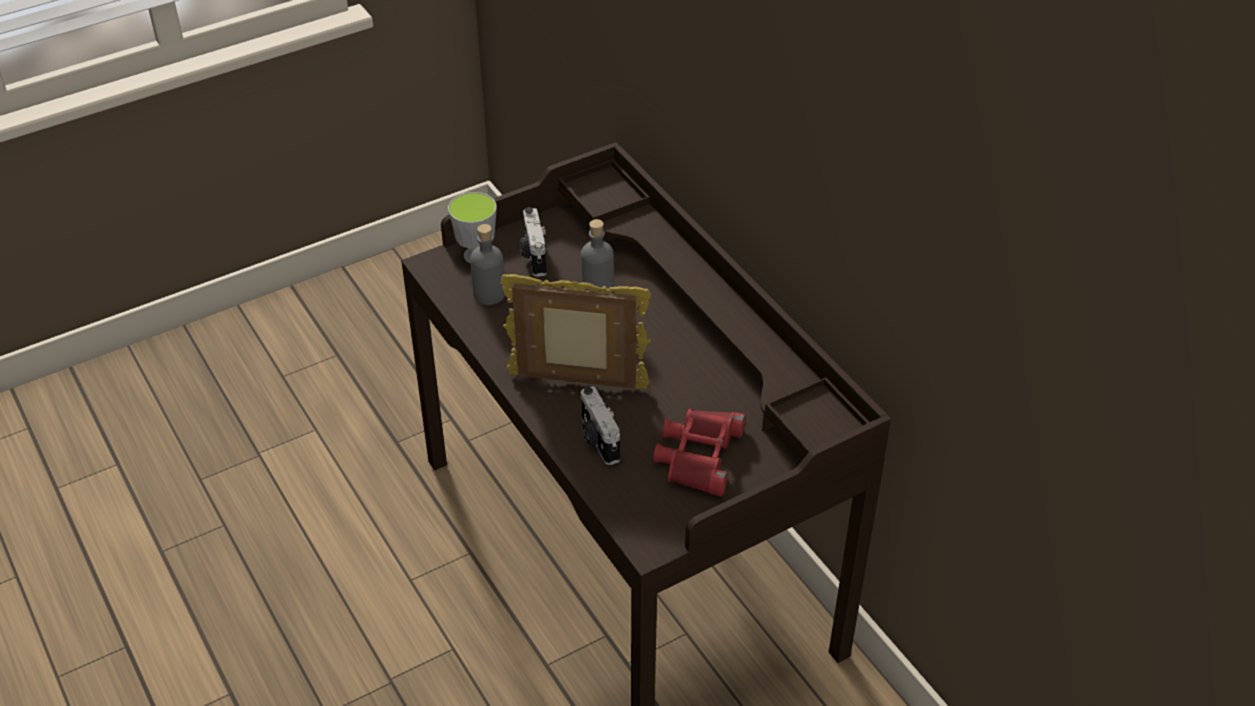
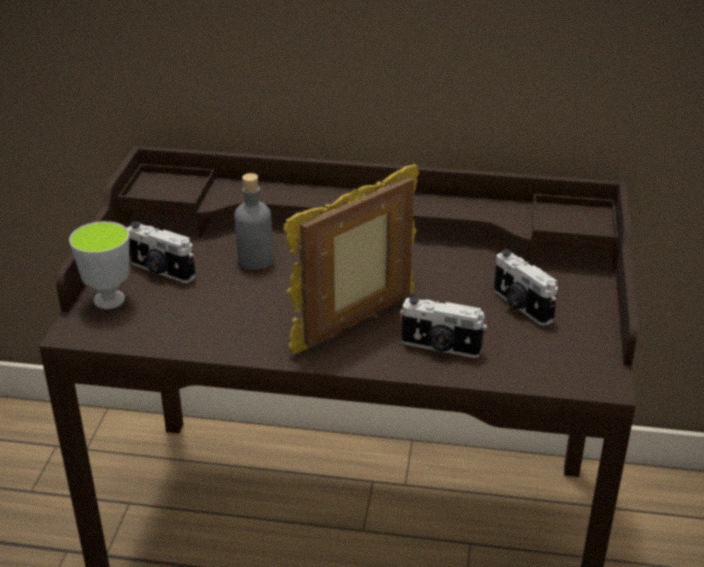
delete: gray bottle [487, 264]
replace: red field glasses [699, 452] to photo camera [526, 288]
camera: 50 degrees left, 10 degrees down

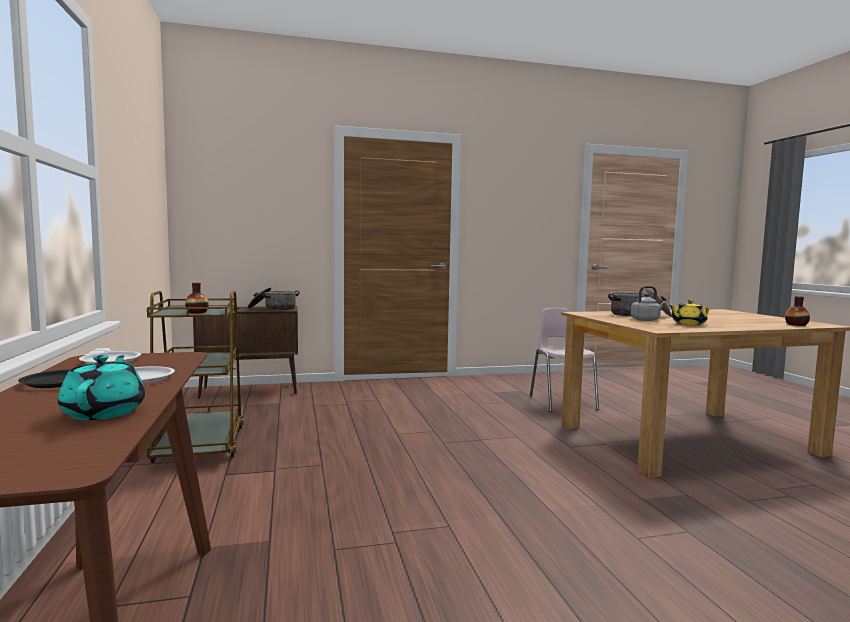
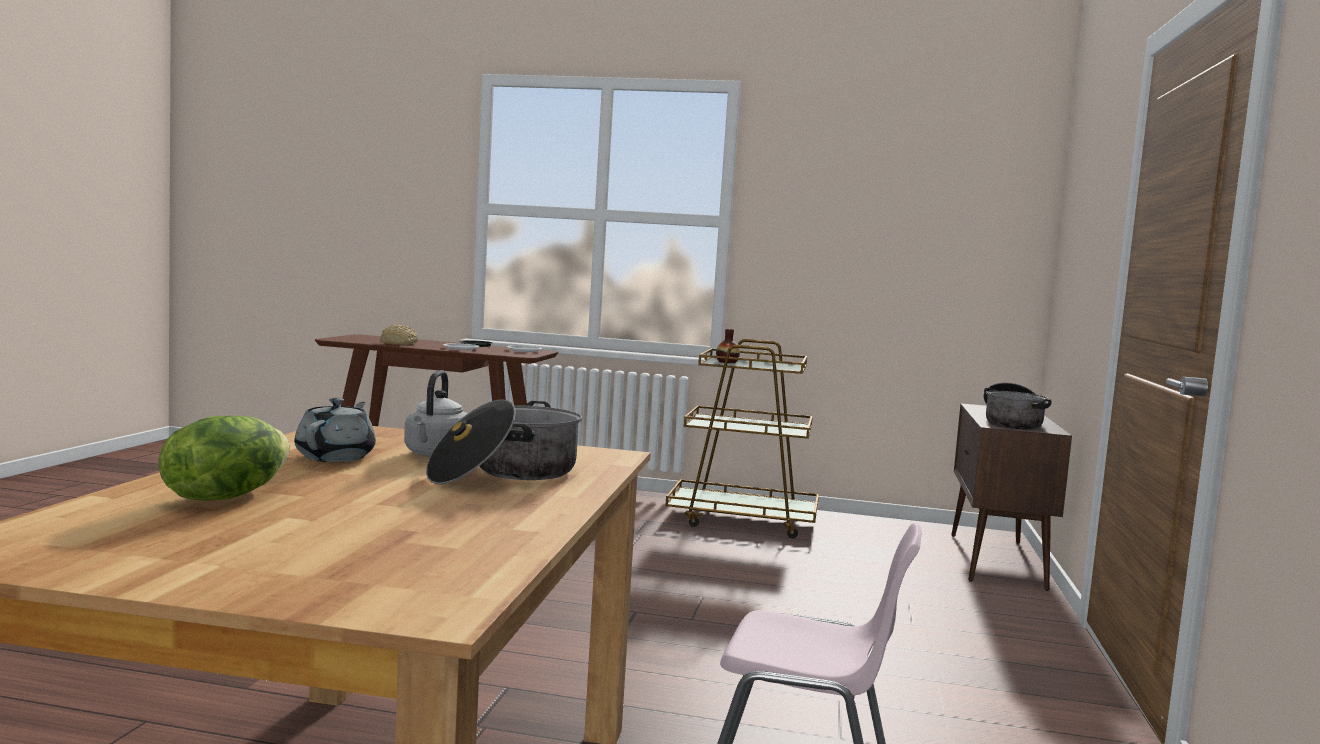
delete: vase [797, 311]
insert: lettuce head [224, 458]
replace: blue-green teapot [101, 387] to bread [399, 334]
recolor: yellow teapot [689, 312] to gray teapot [335, 430]
camera: 115 degrees right, 0 degrees up

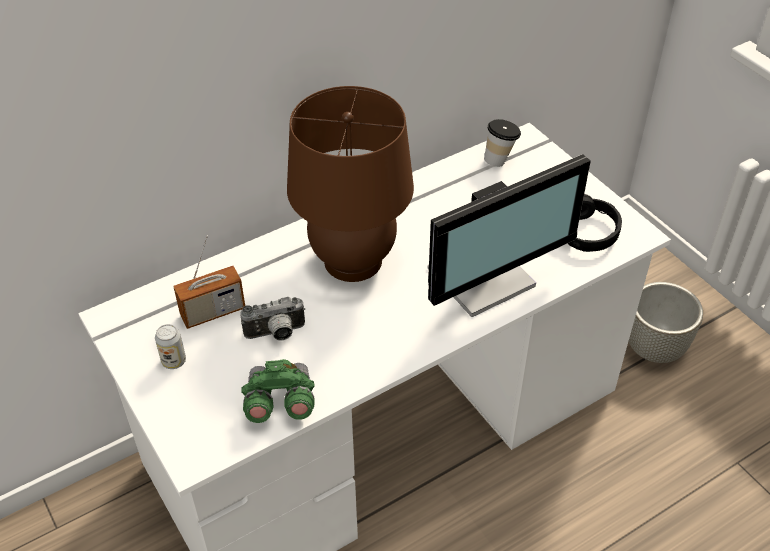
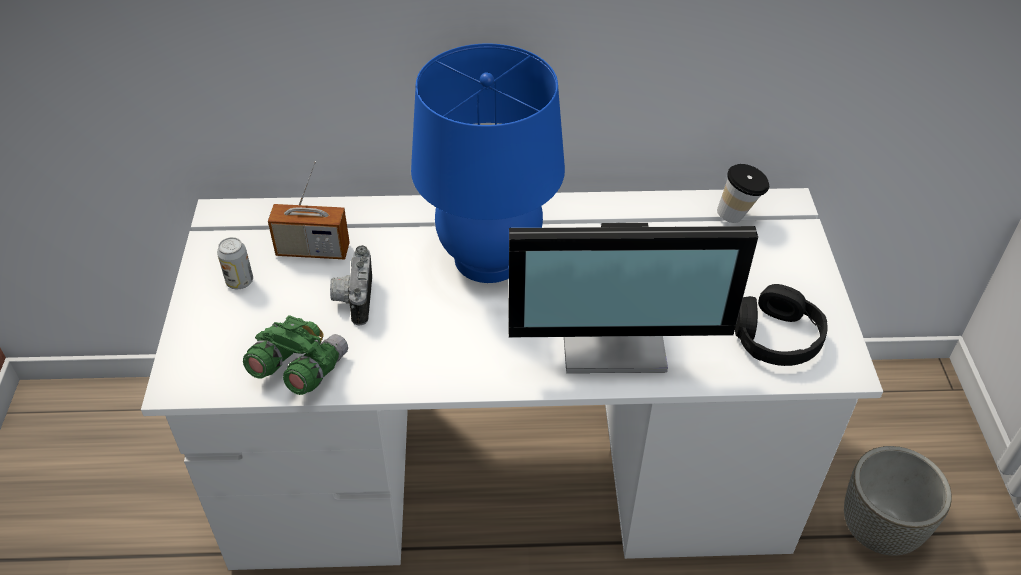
recolor: brown table lamp [350, 184] to blue table lamp [488, 163]
rotate: photo camera [272, 319] = [351, 285] 75 degrees clockwise
camera: 30 degrees right, 0 degrees up

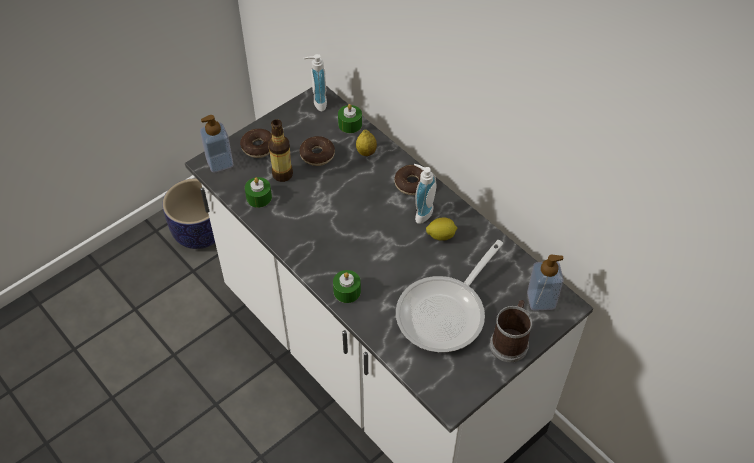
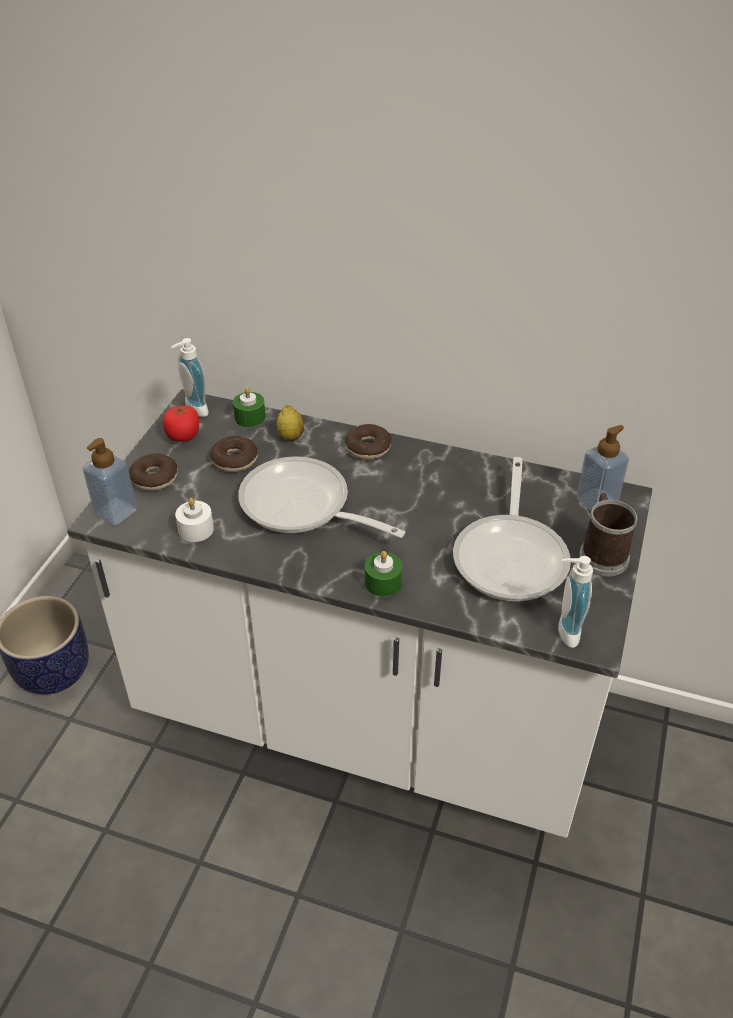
delete: bottle [280, 150]; citrus fruit [441, 229]
insert: fresh tomato [181, 423]; frying pan [321, 497]
move: soap bottle [425, 194] to [575, 602]
recolor: green candle [258, 192] to white-coloured candle [194, 520]
camera: 30 degrees left, 10 degrees down

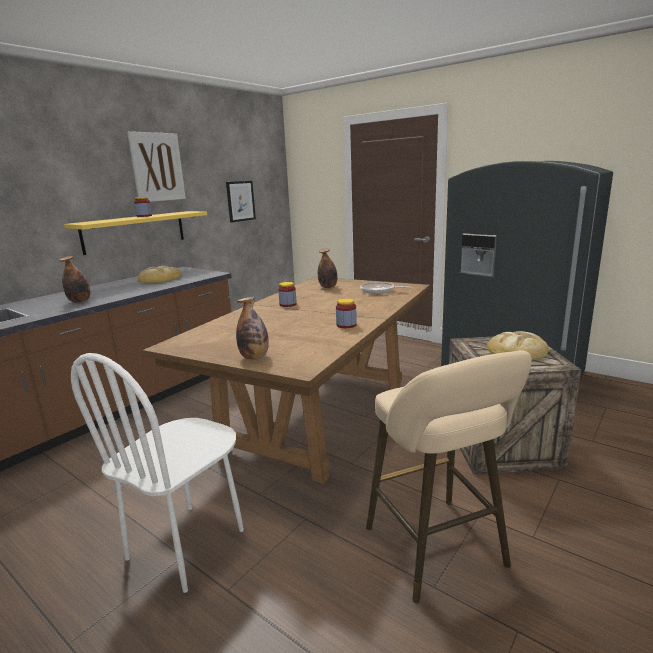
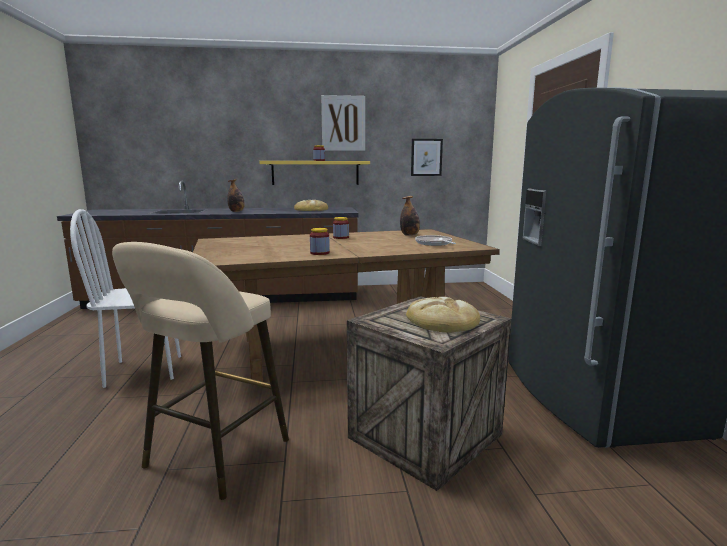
delete: bottle [252, 328]
camera: 45 degrees right, 5 degrees down

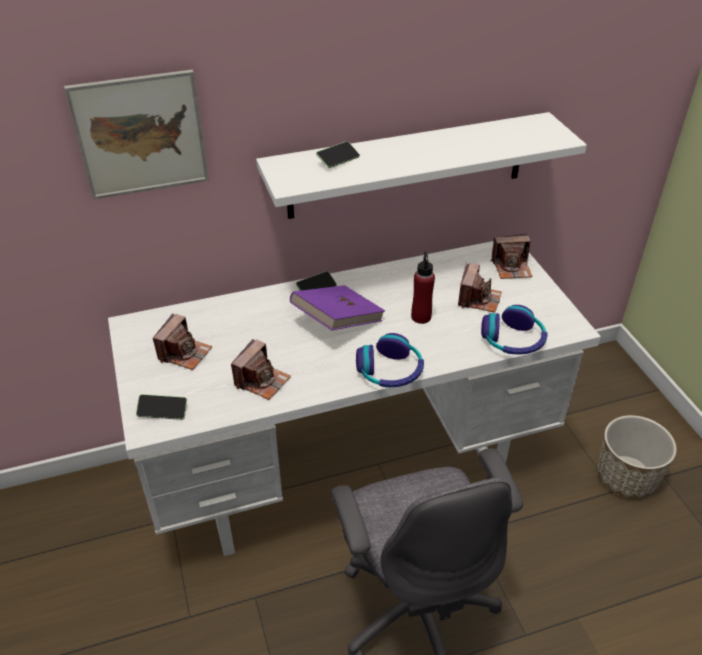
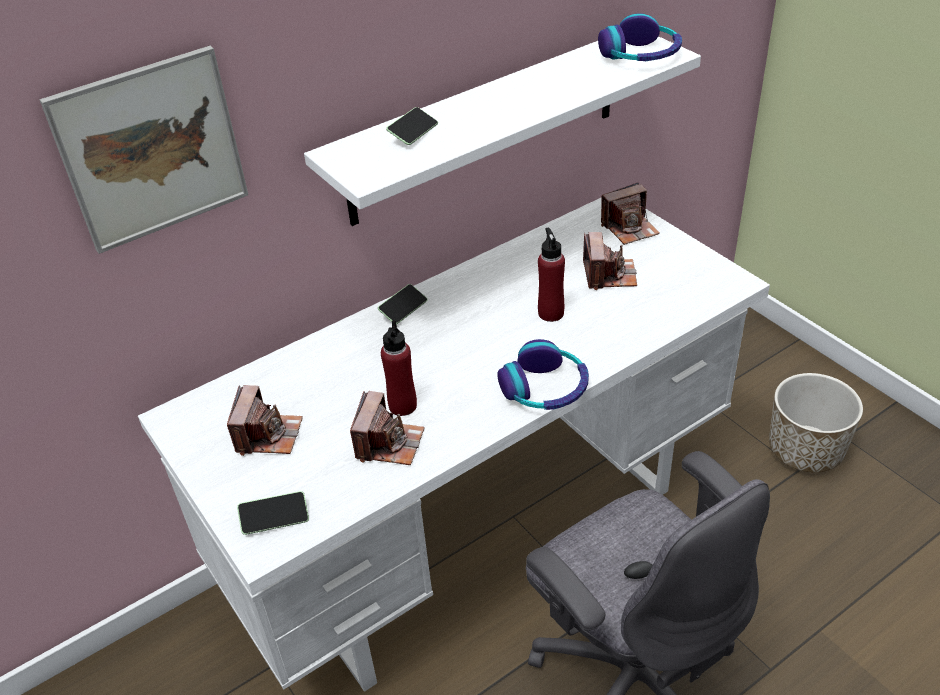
delete: purple-coloured book [337, 307]
insert: red bottle [399, 368]
move: pair of headphones [514, 329] to [640, 37]
camera: 15 degrees left, 0 degrees up

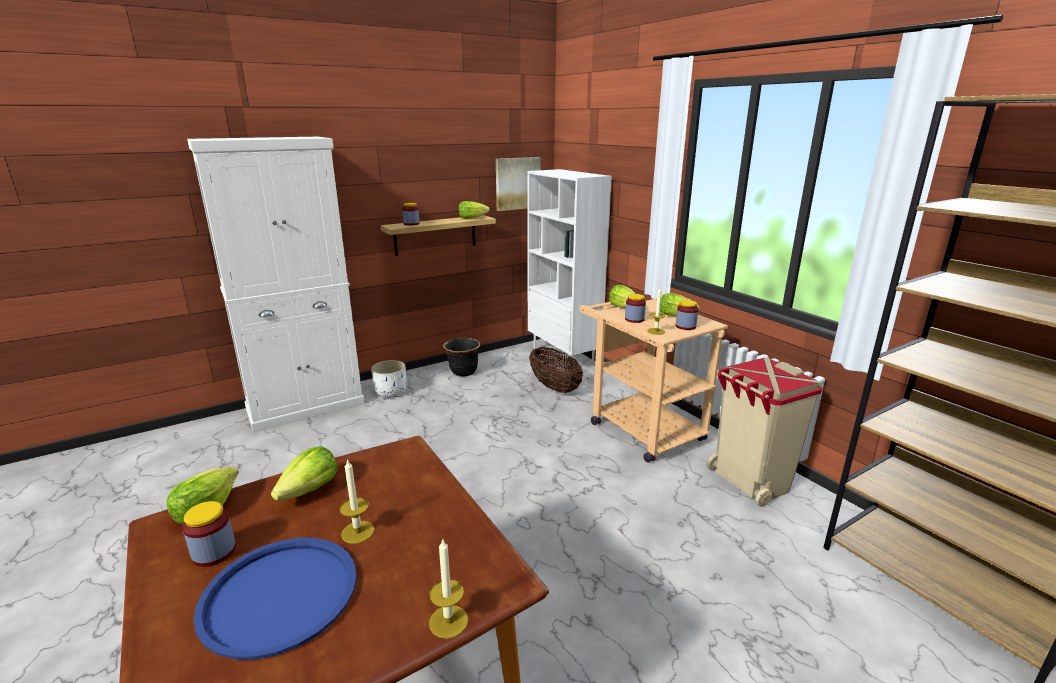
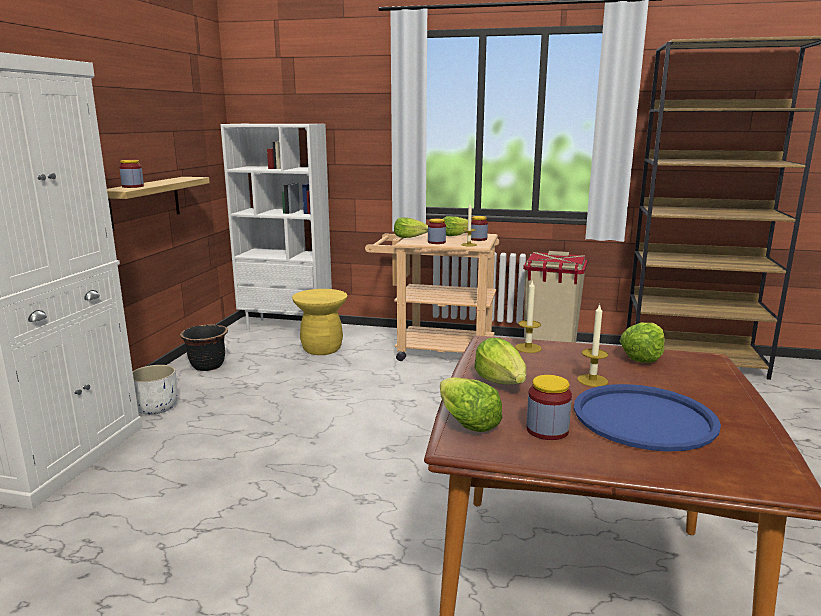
delete: picture [518, 184]
move: lettuce head [474, 210] to [642, 343]; candle [448, 589] to [528, 316]
replace: basket [556, 370] to yellow stool [319, 322]
camera: 45 degrees left, 5 degrees down

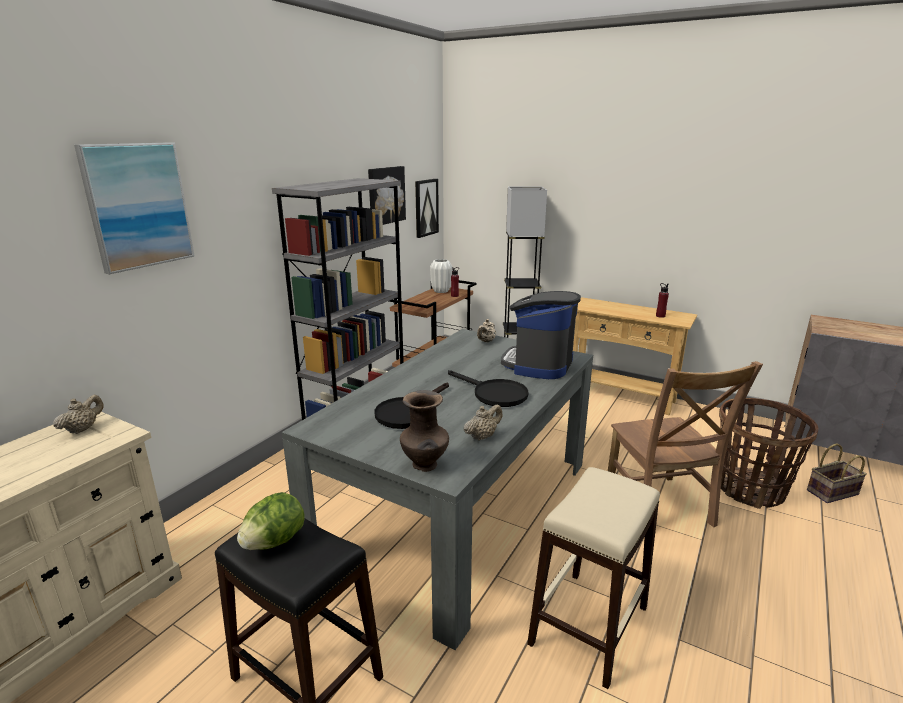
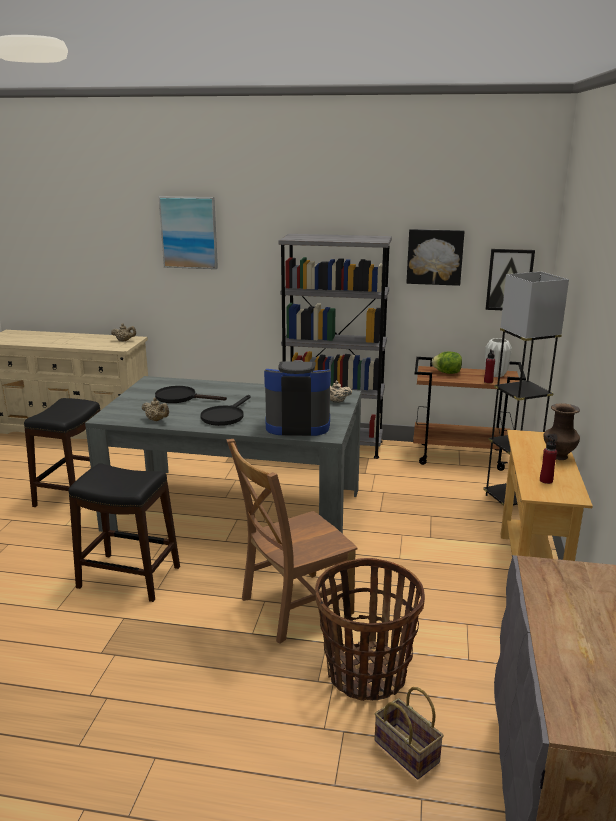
move: brown vase [424, 431] to [561, 431]; lettuce head [271, 521] to [447, 363]
recolor: beige-coloured stool [593, 578] to black stool [124, 533]
camera: 70 degrees right, 0 degrees up

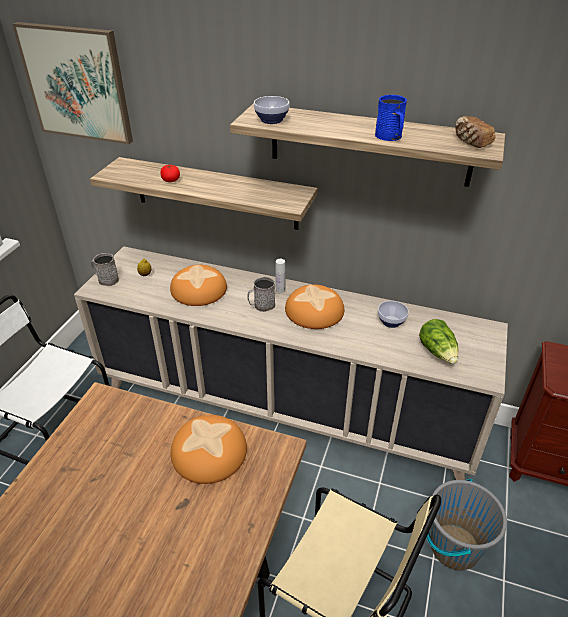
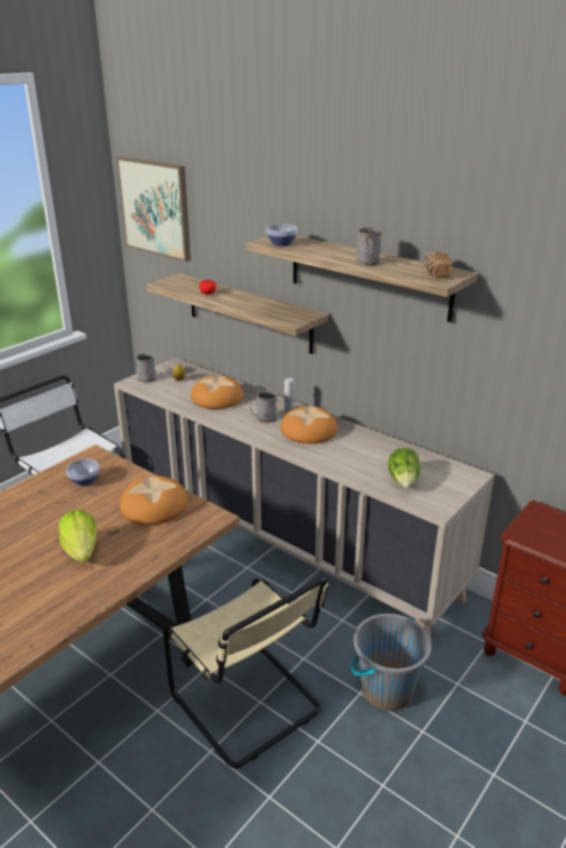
insert: lettuce head [77, 536]
move: deep dish [393, 314] to [82, 472]
recolor: blue mug [391, 118] to gray mug [369, 246]
camera: 20 degrees right, 10 degrees down

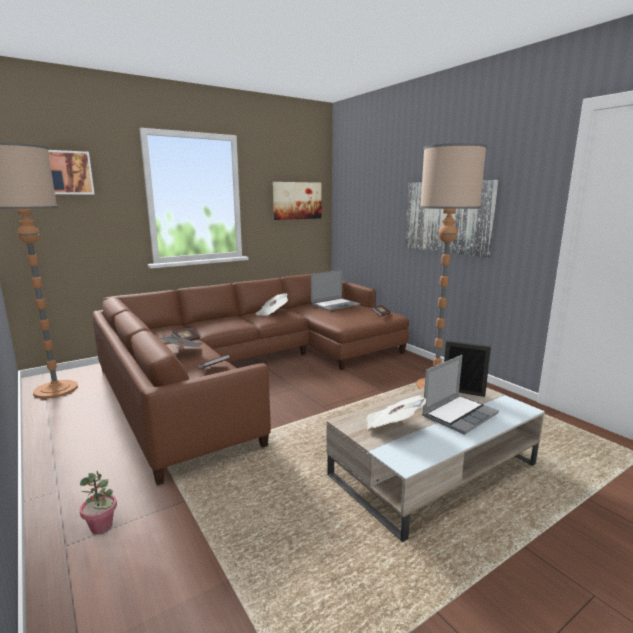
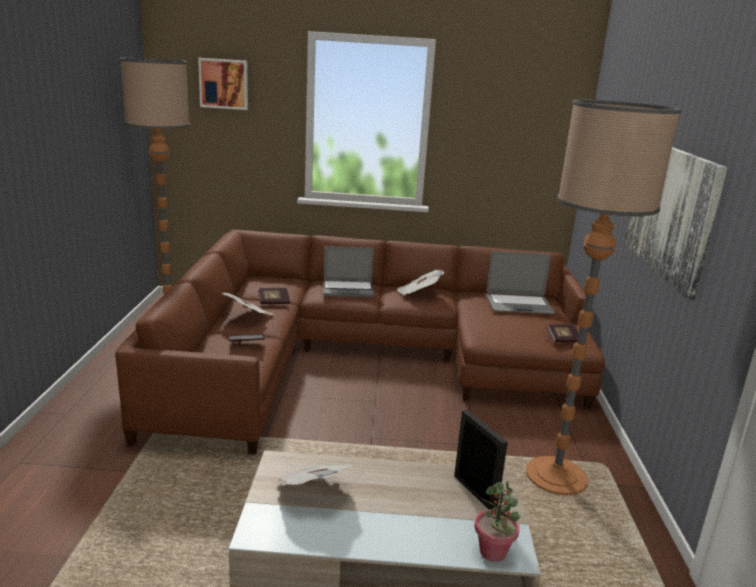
delete: picture [297, 201]
move: notebook computer [460, 395] to [349, 271]; houseplant [98, 502] to [497, 521]
camera: 35 degrees right, 5 degrees up

